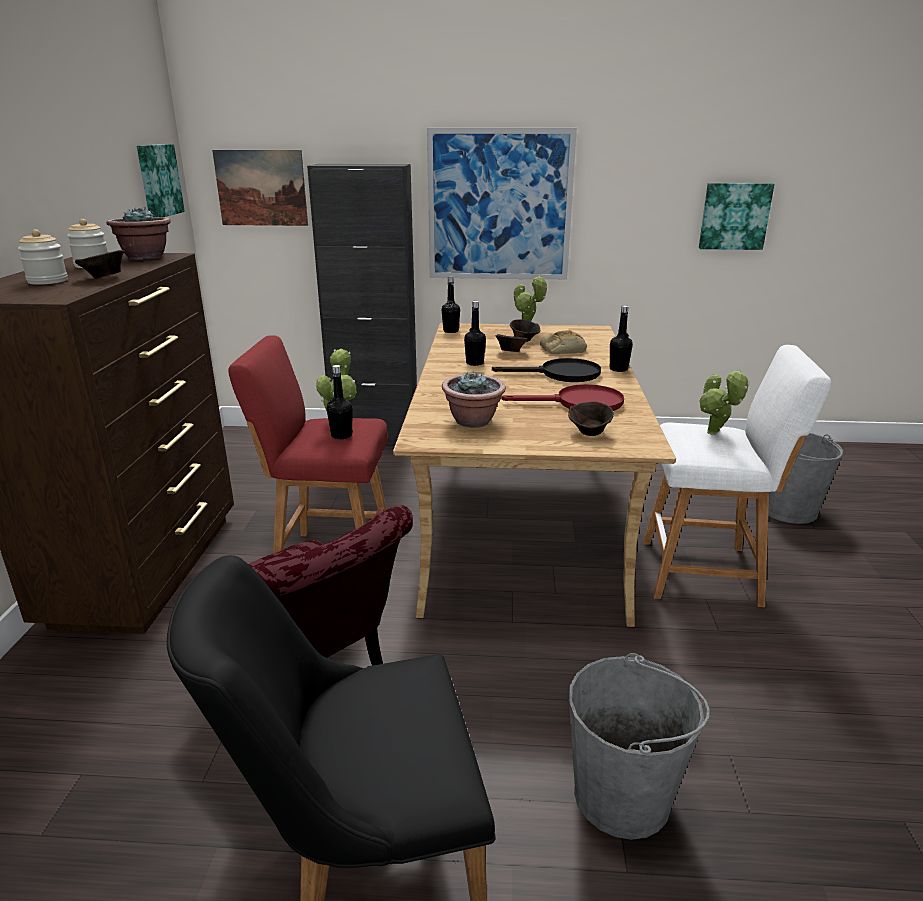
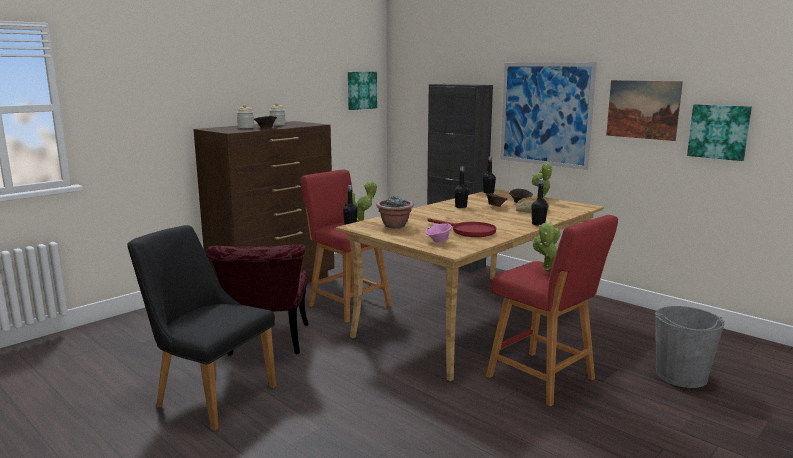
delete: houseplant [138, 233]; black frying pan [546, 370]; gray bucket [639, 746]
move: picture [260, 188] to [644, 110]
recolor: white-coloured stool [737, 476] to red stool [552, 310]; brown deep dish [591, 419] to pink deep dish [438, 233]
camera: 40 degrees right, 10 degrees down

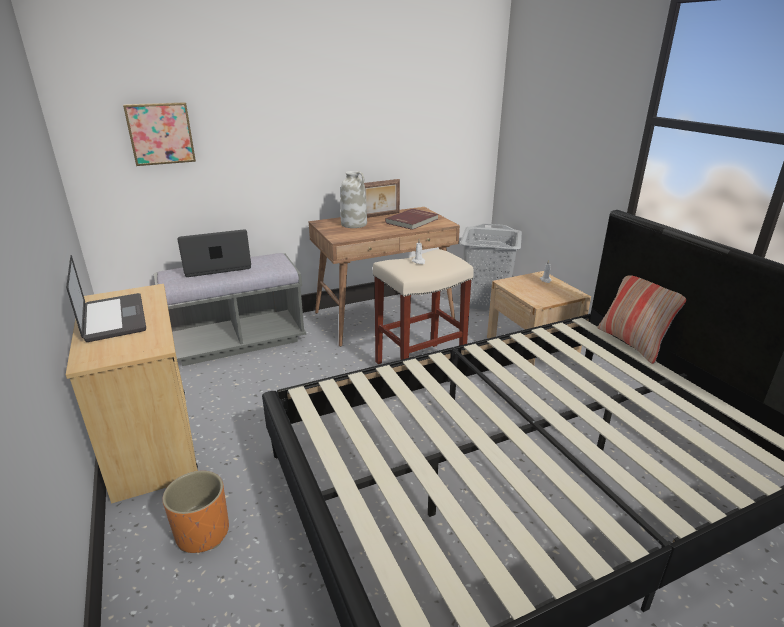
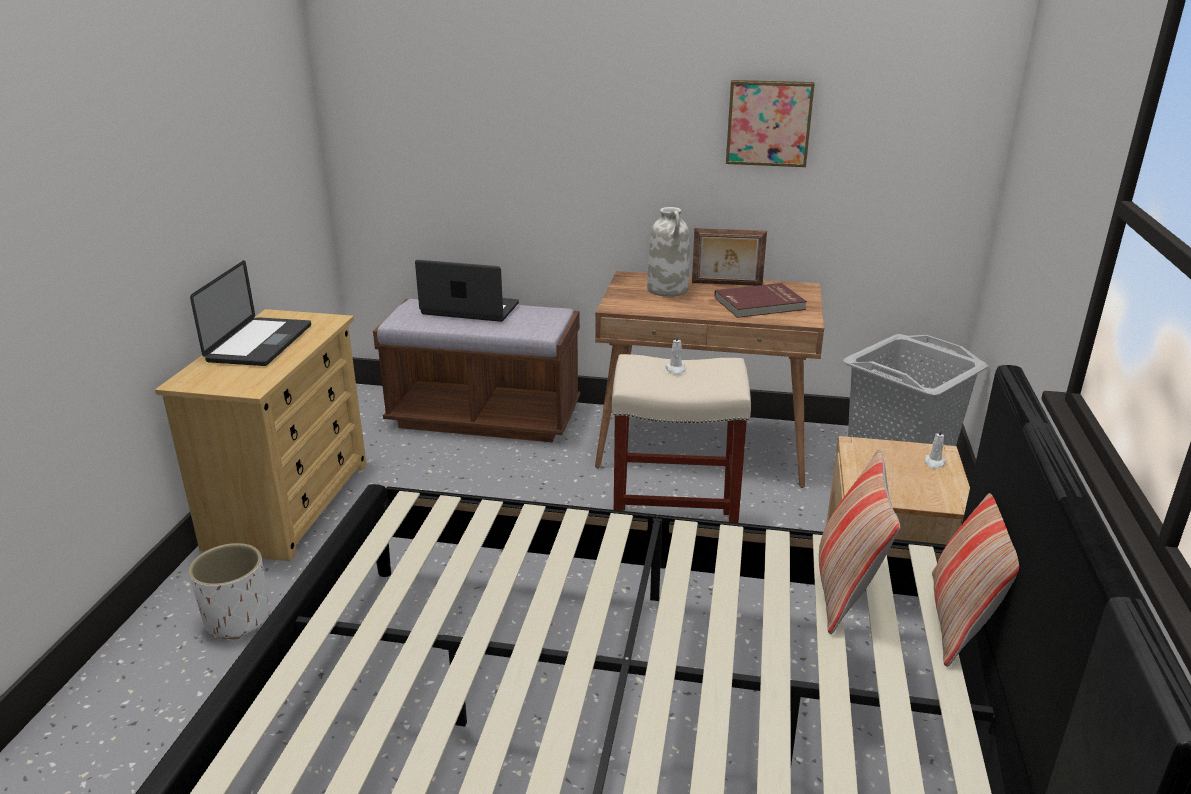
insert: throw pillow [859, 541]
move: picture [159, 134] to [770, 123]
recolor: gray long seat [230, 309] to brown long seat [476, 370]; orange planter [195, 512] to white-coloured planter [229, 591]
camera: 35 degrees right, 0 degrees up

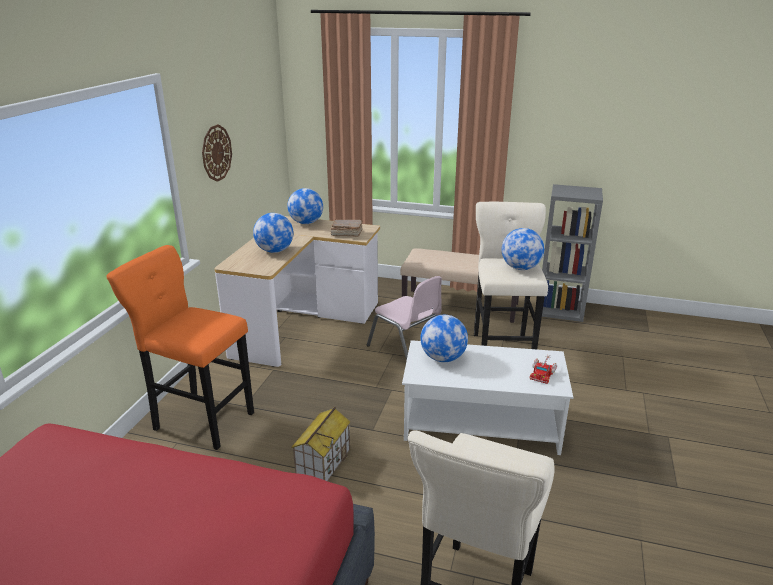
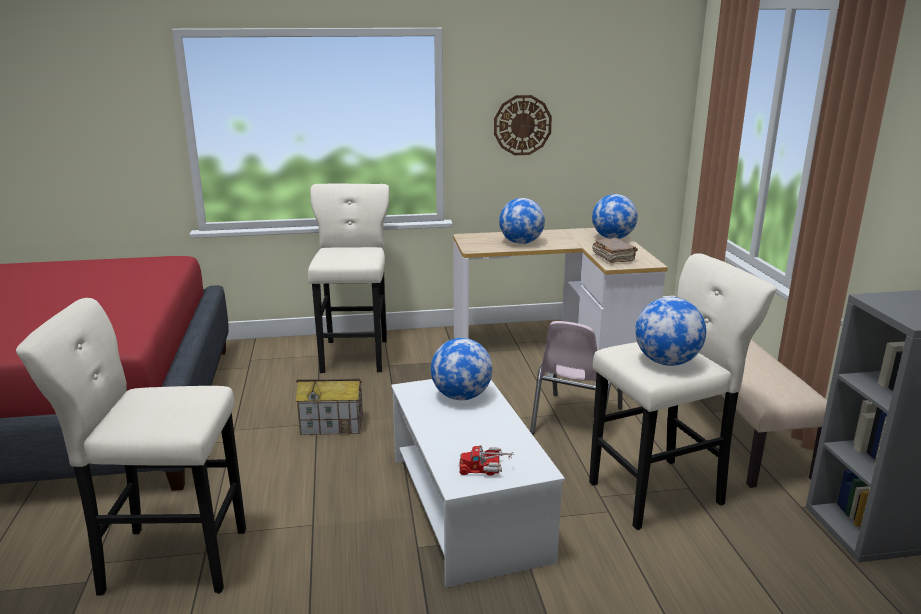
recolor: orange stool [180, 347] to beige-coloured stool [348, 278]
camera: 65 degrees right, 5 degrees down

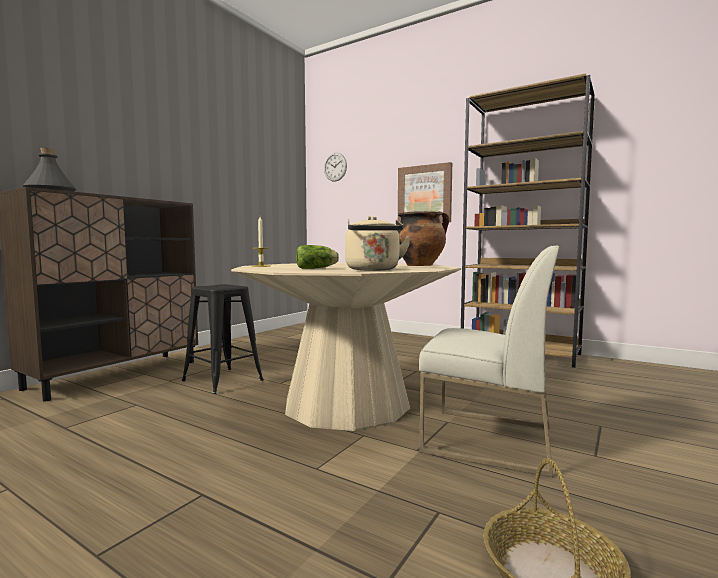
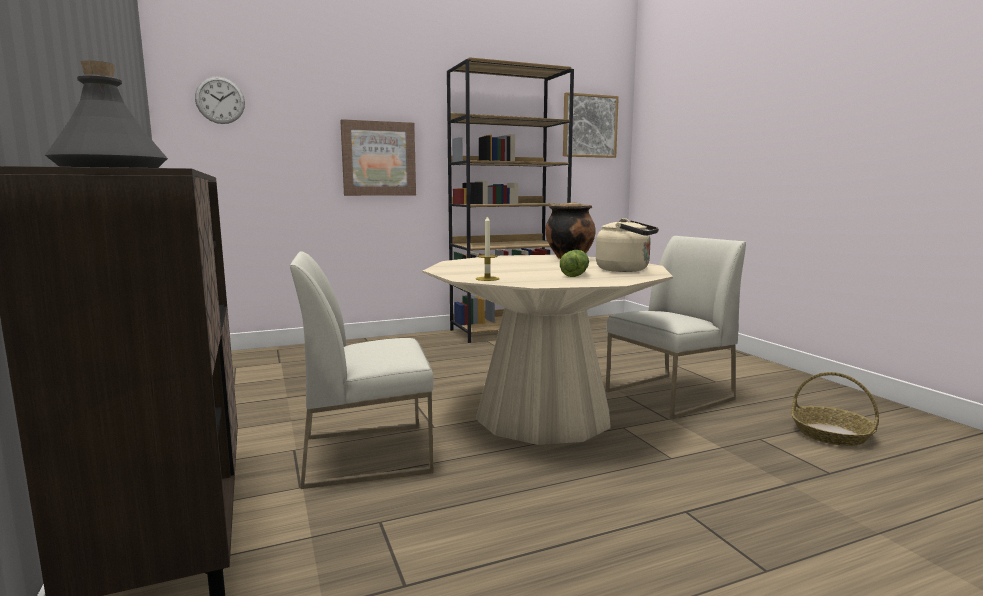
insert: picture [591, 125]
replace: black stool [223, 339] to white-coloured chair [362, 370]
camera: 55 degrees left, 5 degrees up

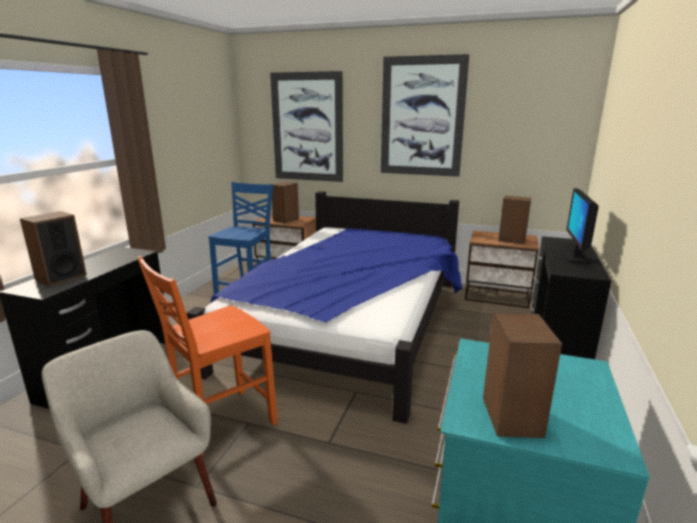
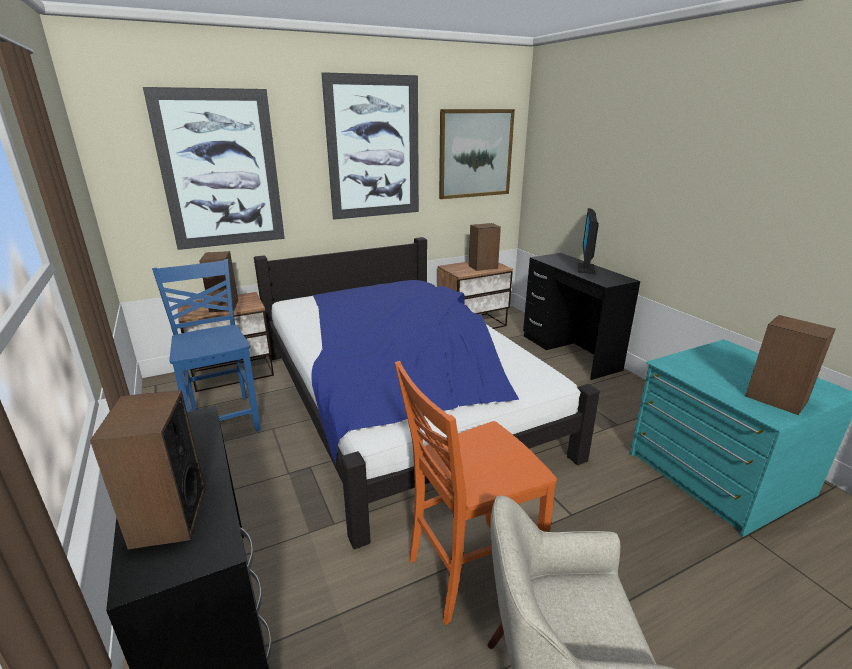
insert: picture [477, 154]
rotate: computer screen [581, 226] = [588, 241] 45 degrees clockwise; orange chair [207, 356] = [476, 493] 60 degrees clockwise
camera: 45 degrees left, 5 degrees up

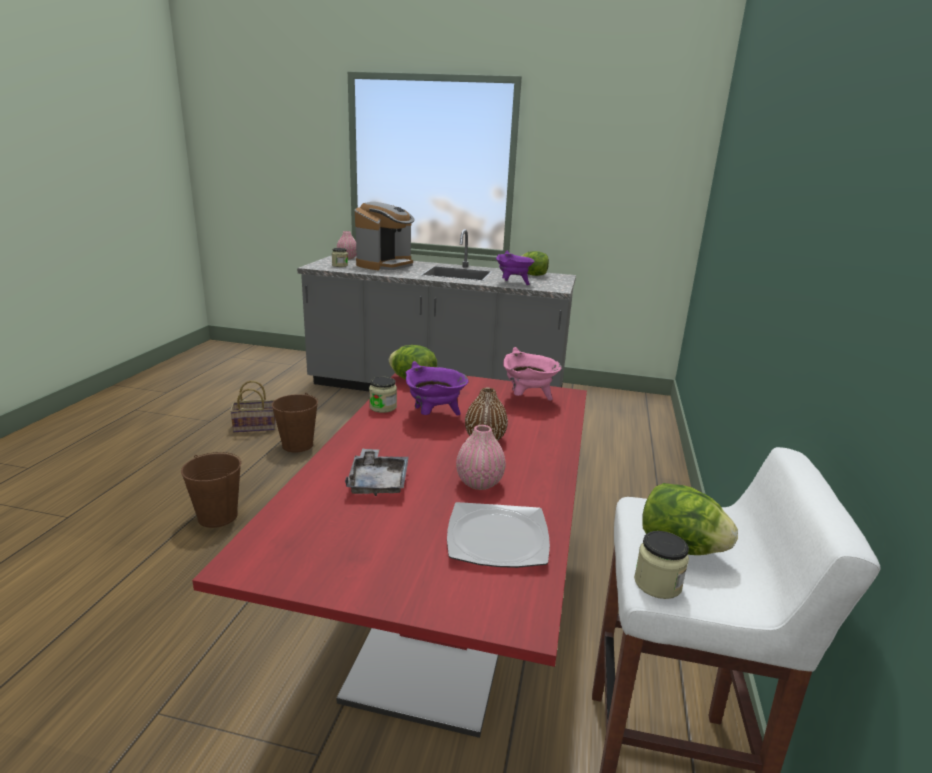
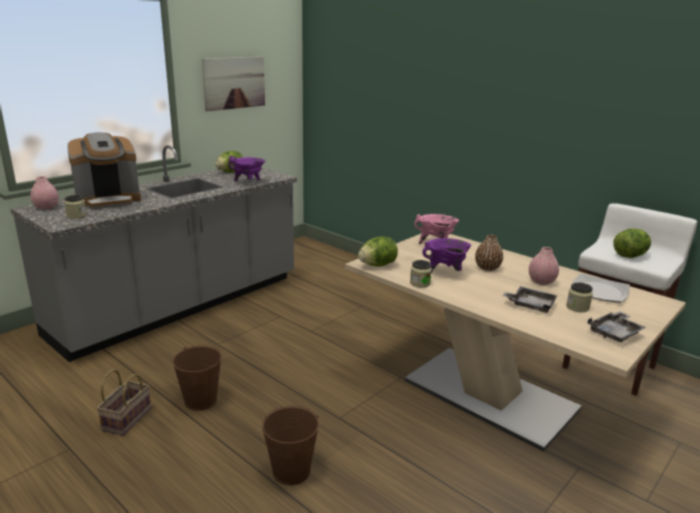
insert: picture [233, 84]; gray serving tray [617, 326]
move: jar [661, 565] to [579, 297]
recolor: red kitchen table [389, 555] to beige-coloured kitchen table [515, 343]
rotate: coffee brewer [385, 236] = [104, 171] 90 degrees clockwise
camera: 60 degrees left, 0 degrees up

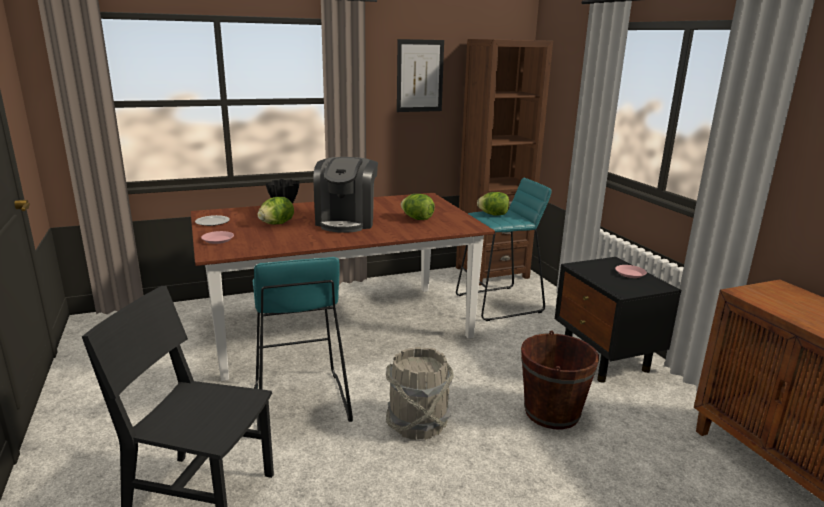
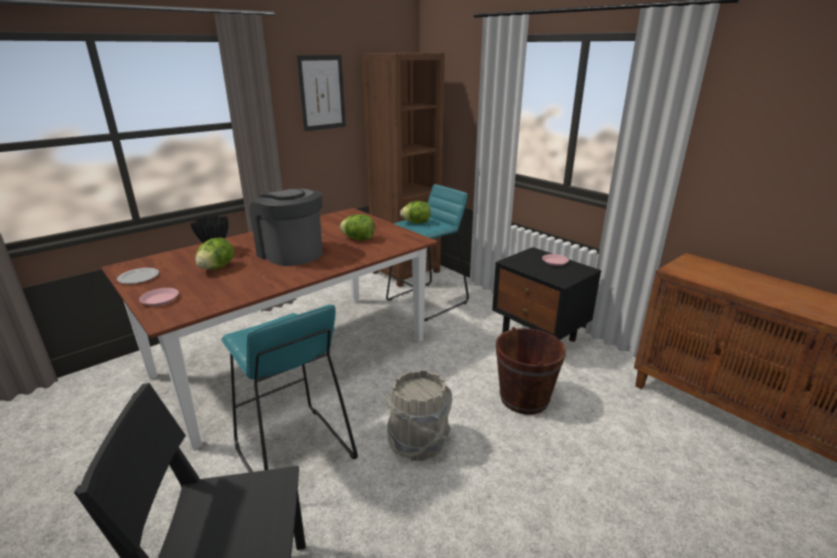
rotate: coffee brewer [345, 195] = [286, 227] 150 degrees clockwise
camera: 20 degrees left, 5 degrees up

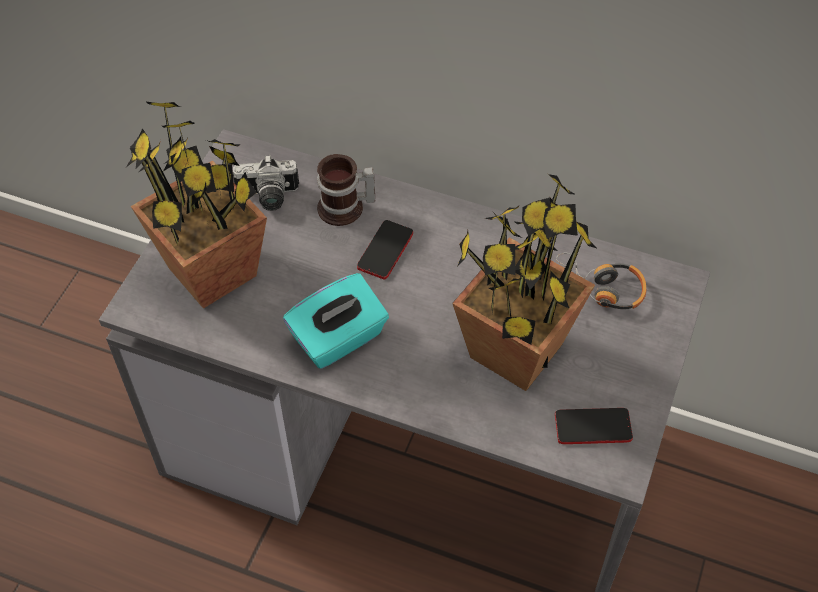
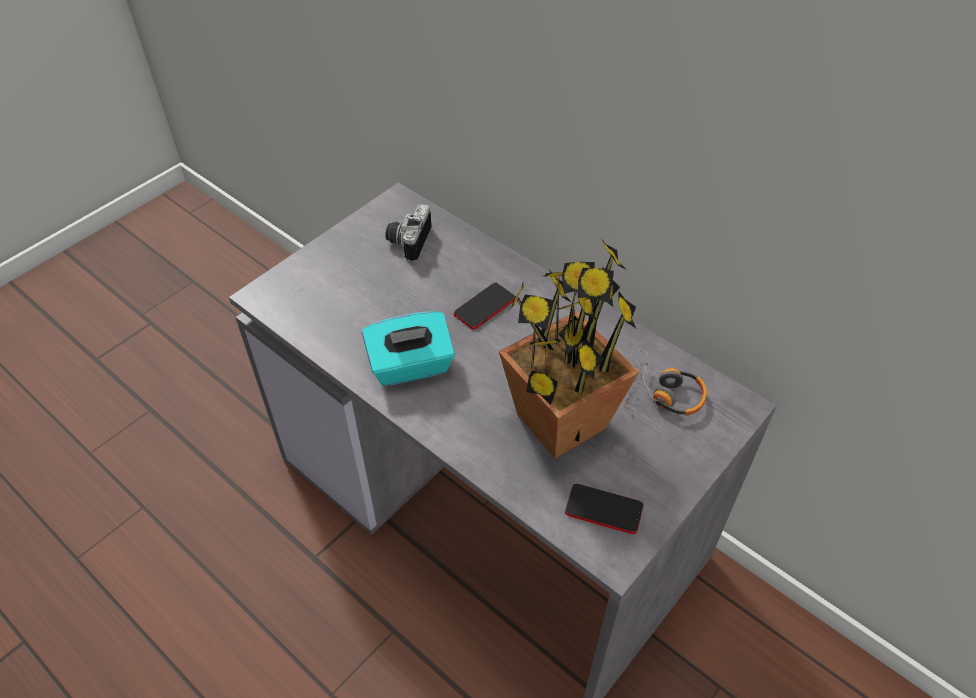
delete: houseplant [196, 205]; mug [346, 190]
rotate: photo camera [266, 183] = [408, 233] 90 degrees clockwise
camera: 20 degrees right, 5 degrees down

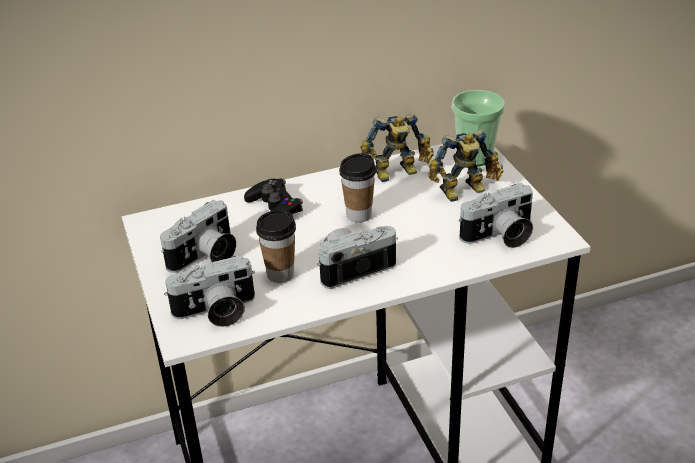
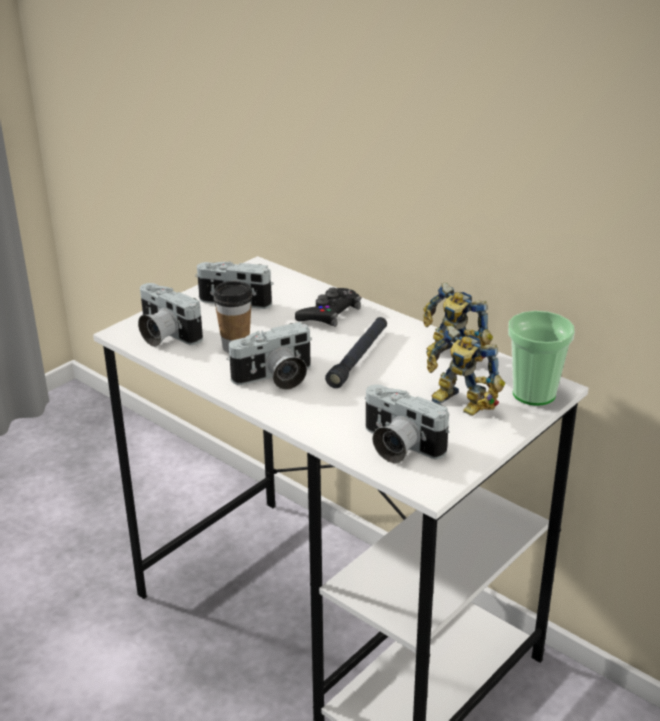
replace: drinking cup [357, 188] to black hand torch [356, 352]
rotate: photo camera [357, 257] = [269, 356] 120 degrees clockwise
camera: 60 degrees right, 5 degrees down

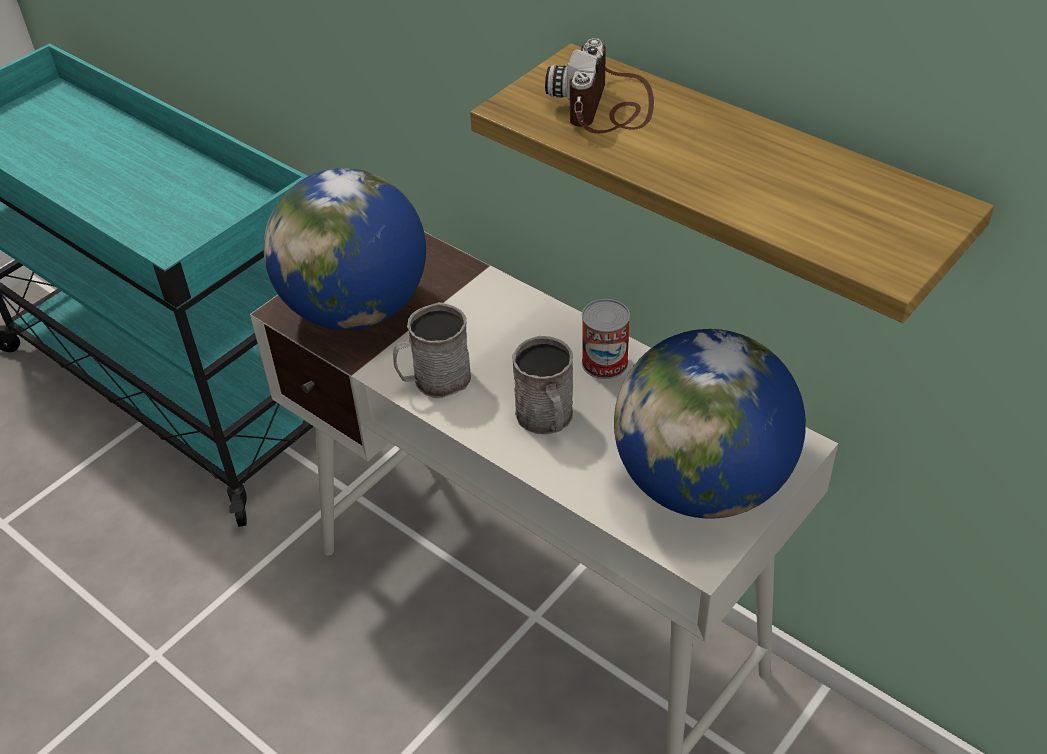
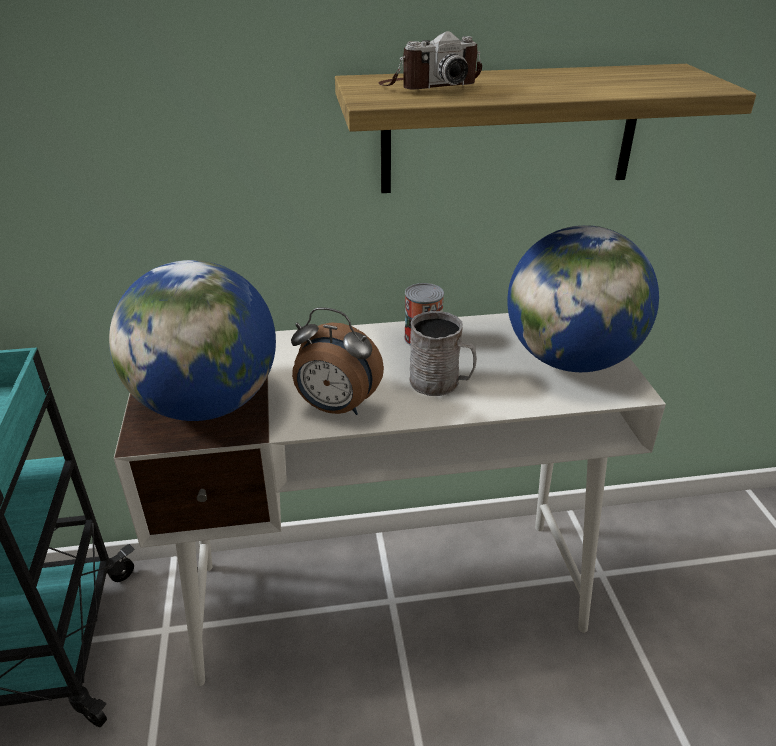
replace: gray mug [432, 350] to alarm clock [337, 361]
rotate: photo camera [599, 85] = [430, 60] 75 degrees counterclockwise
camera: 50 degrees left, 10 degrees down

